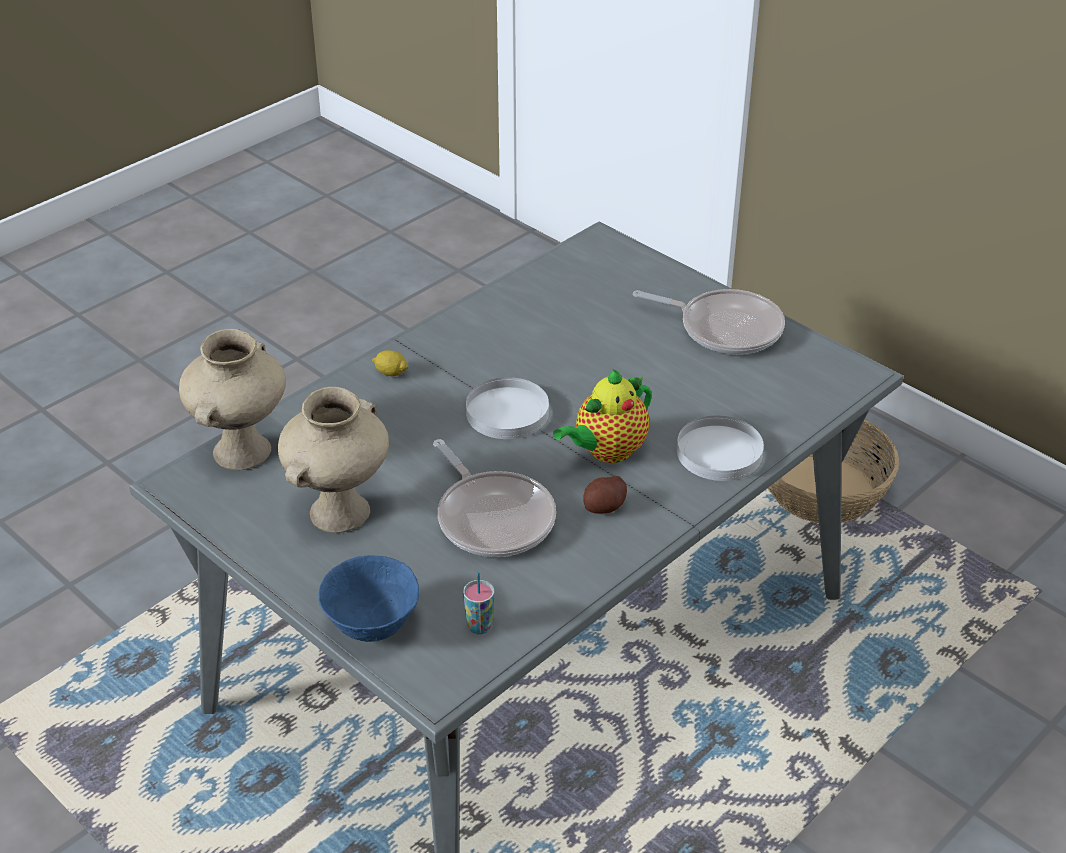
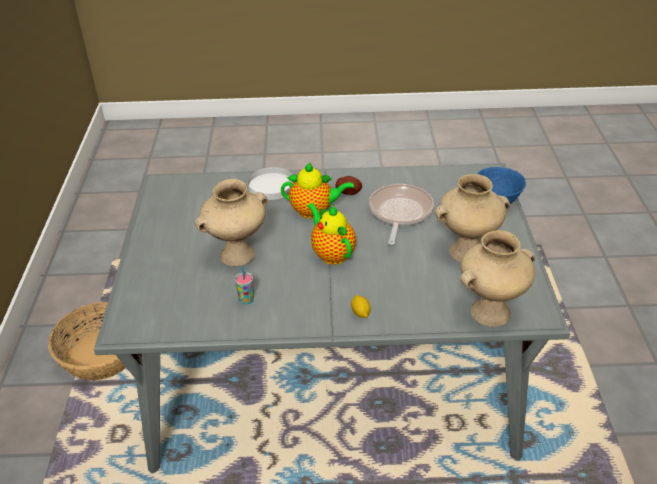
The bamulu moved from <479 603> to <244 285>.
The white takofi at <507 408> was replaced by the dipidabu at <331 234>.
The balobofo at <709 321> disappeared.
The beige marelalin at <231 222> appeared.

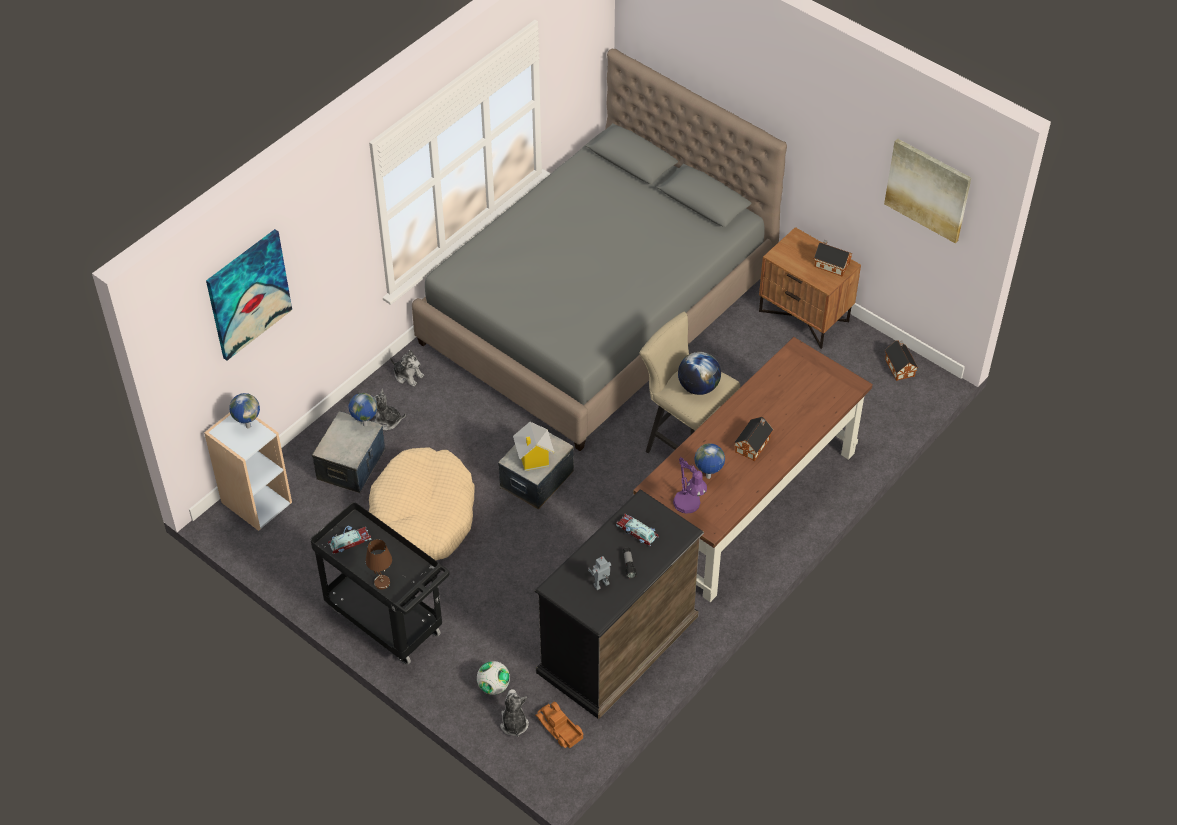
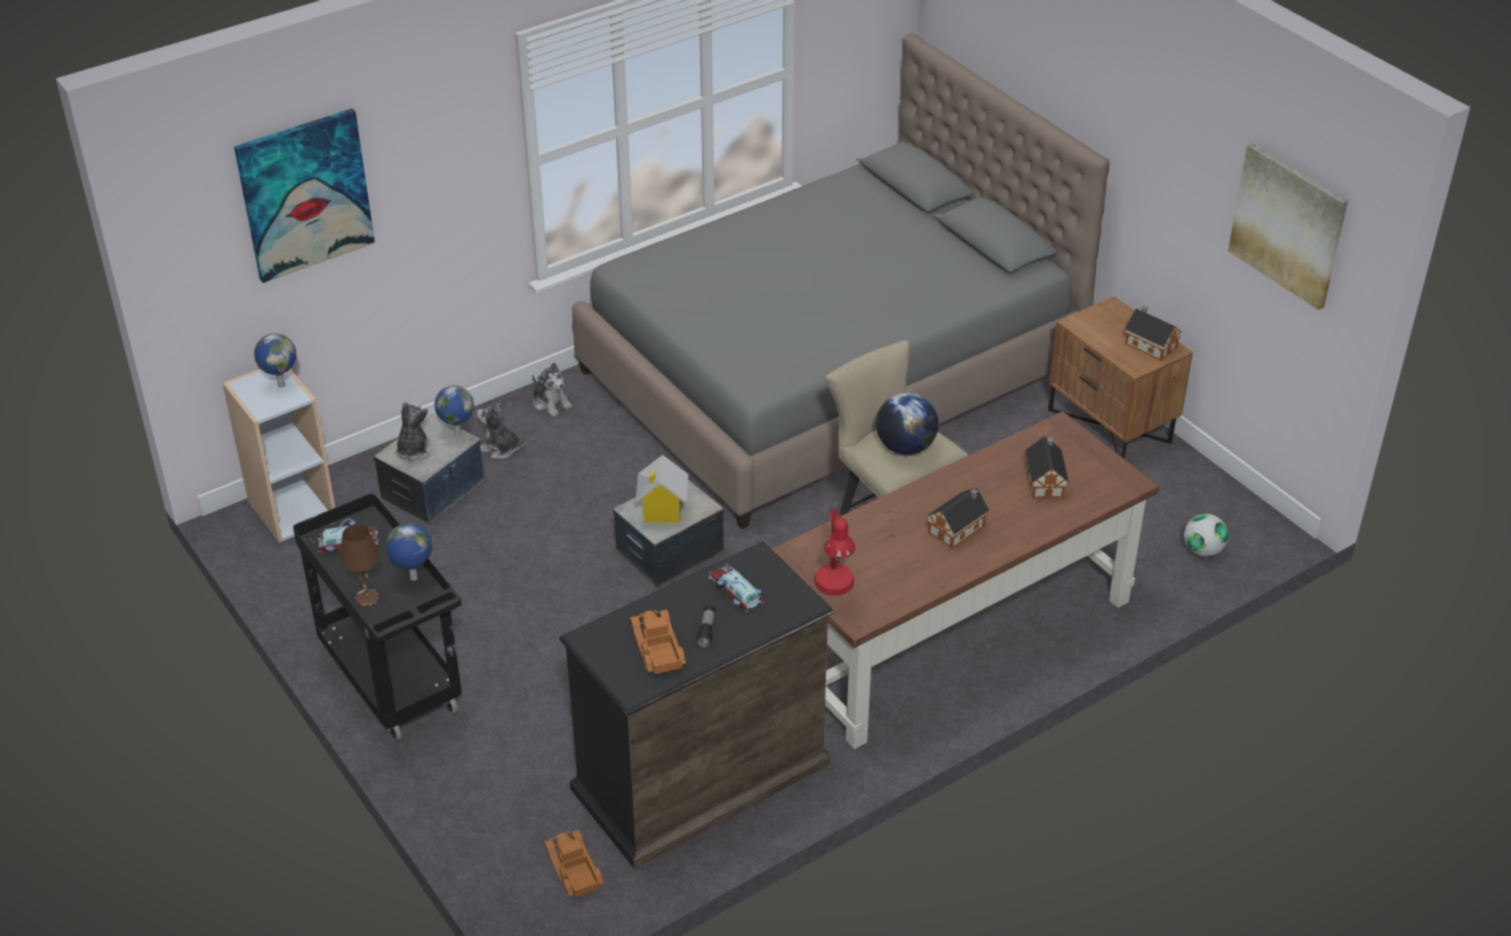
The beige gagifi at <422 503> disappeared.
The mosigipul moved from <493 678> to <1206 535>.
The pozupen moved from <514 713> to <413 431>.
The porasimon at <599 573> was replaced by the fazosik at <657 641>.
The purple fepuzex at <690 485> became the red fepuzex at <834 551>.
The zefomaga moved from <709 461> to <409 552>.
The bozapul moved from <901 360> to <1047 468>.

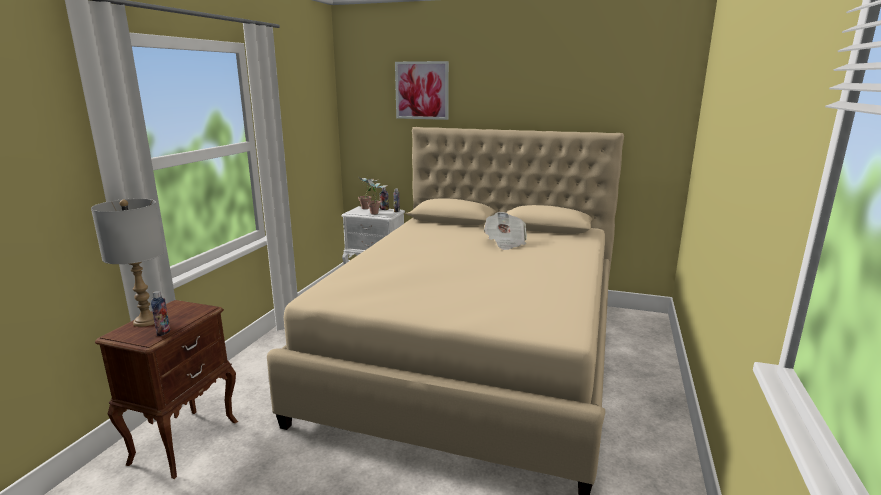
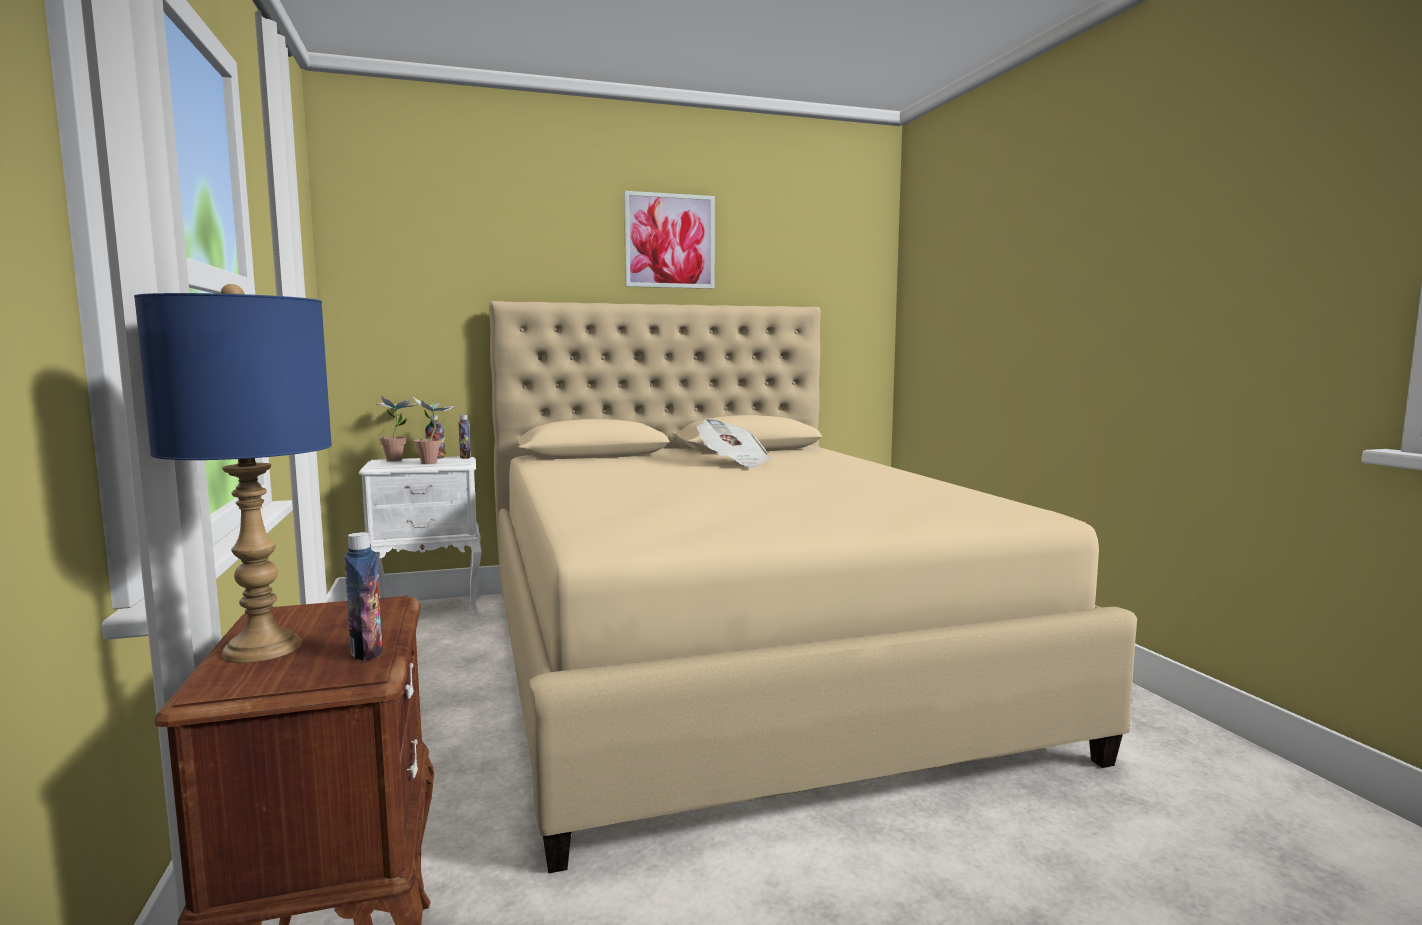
The grey fepuzex at <127 262> became the blue fepuzex at <233 473>.
The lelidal moved from <422 90> to <669 240>.

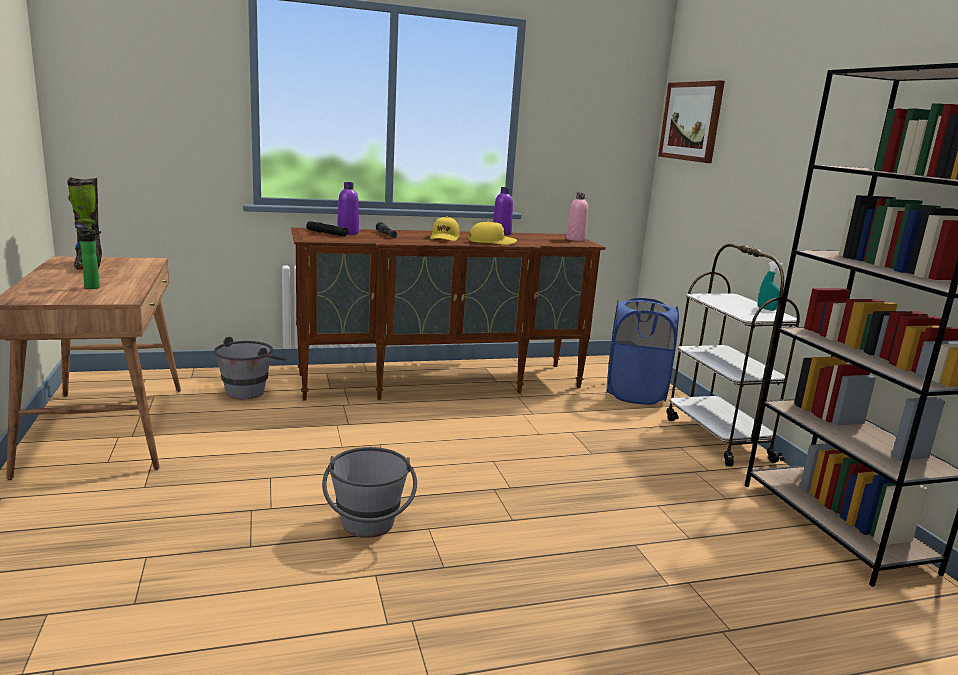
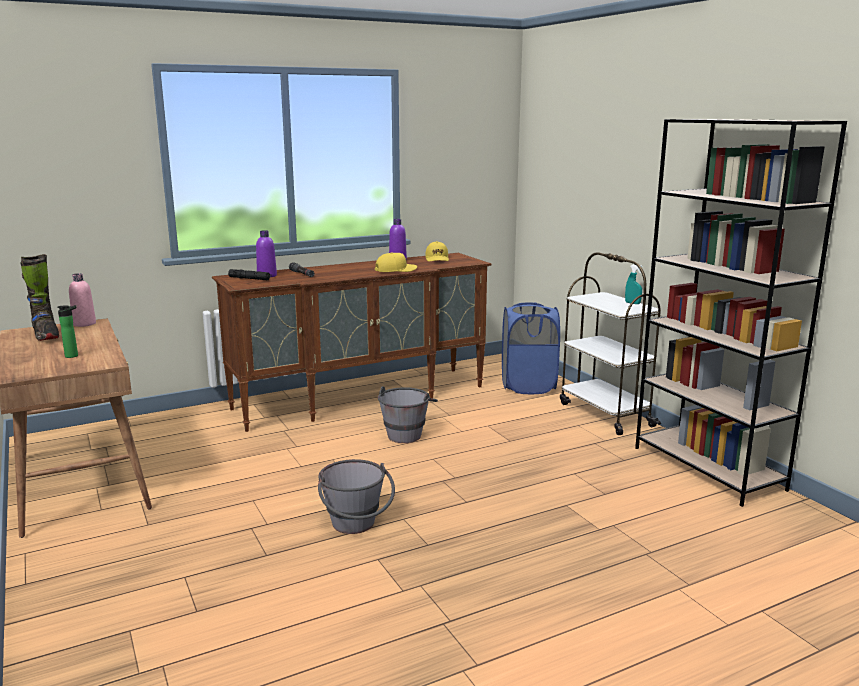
The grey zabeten moved from <250 368> to <408 415>.
The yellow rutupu moved from <445 228> to <437 251>.
The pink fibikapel moved from <577 217> to <82 300>.
The lelidal at <691 121> disappeared.

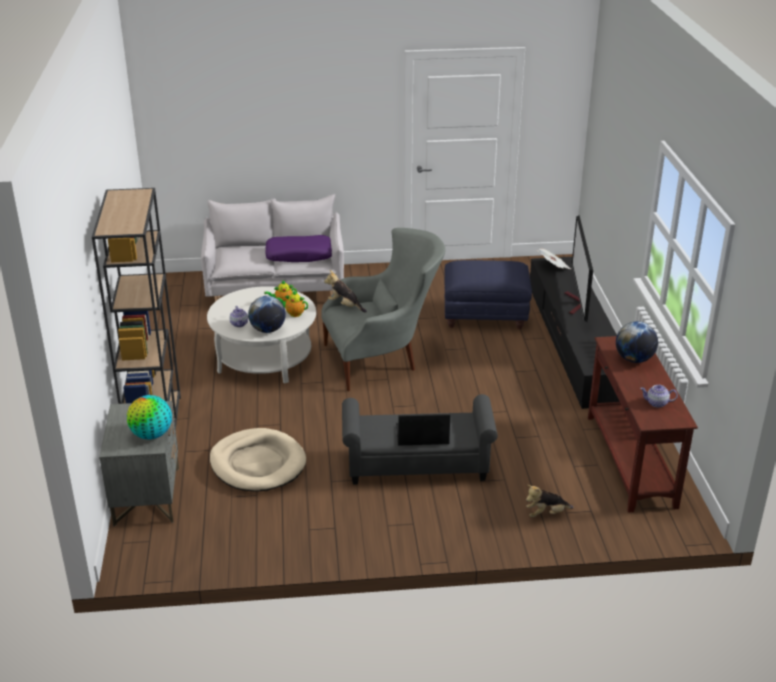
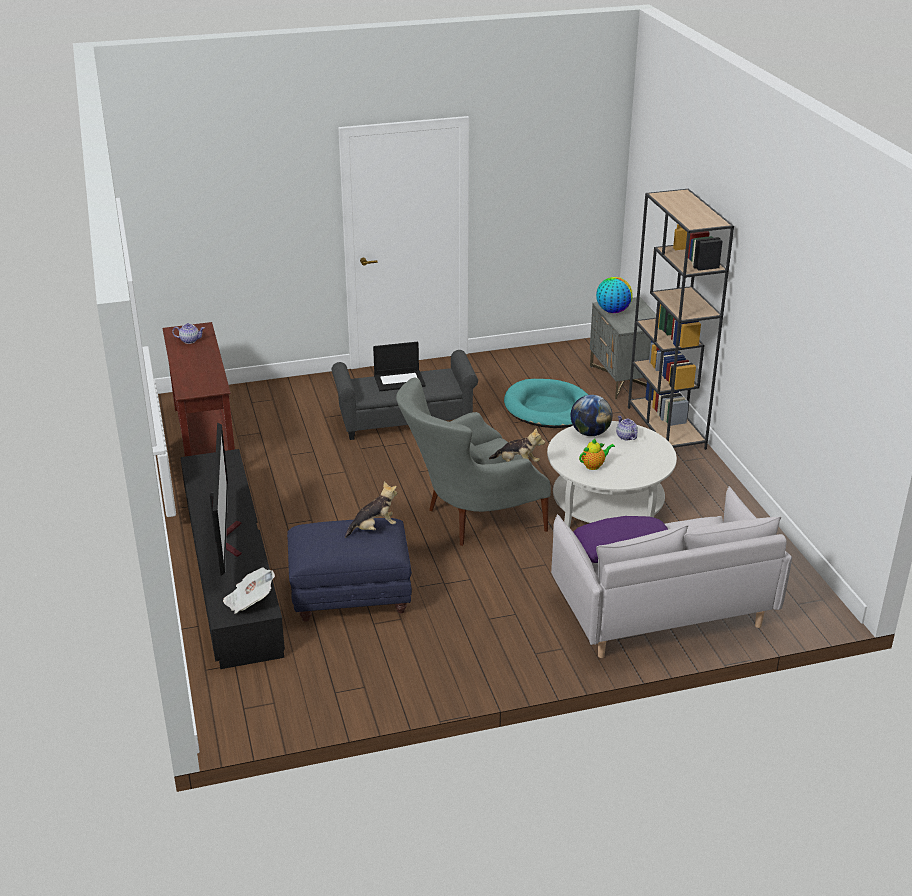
The beige gagifi at <258 460> became the turquoise gagifi at <546 403>.
The dipidabu at <292 304> disappeared.
The pozupen moved from <549 501> to <370 509>.
The zefomaga at <637 342> disappeared.

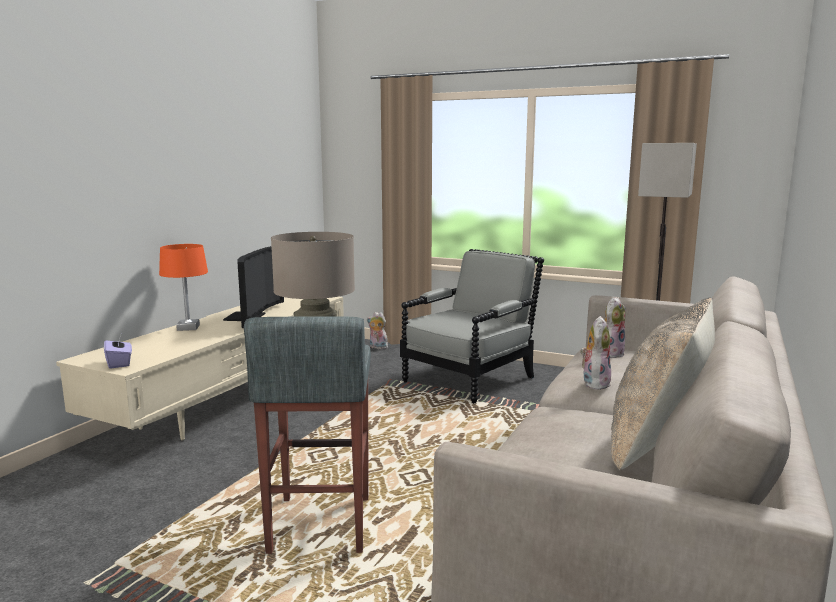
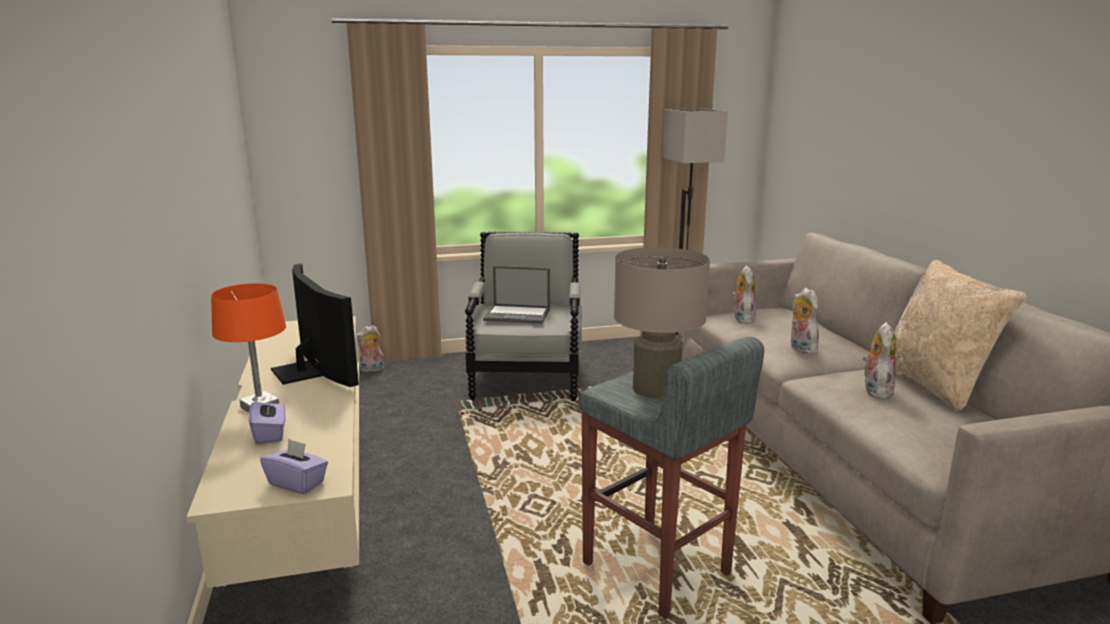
The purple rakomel at <267 420> appeared.
The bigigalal at <516 295> appeared.
The pozupen at <879 360> appeared.

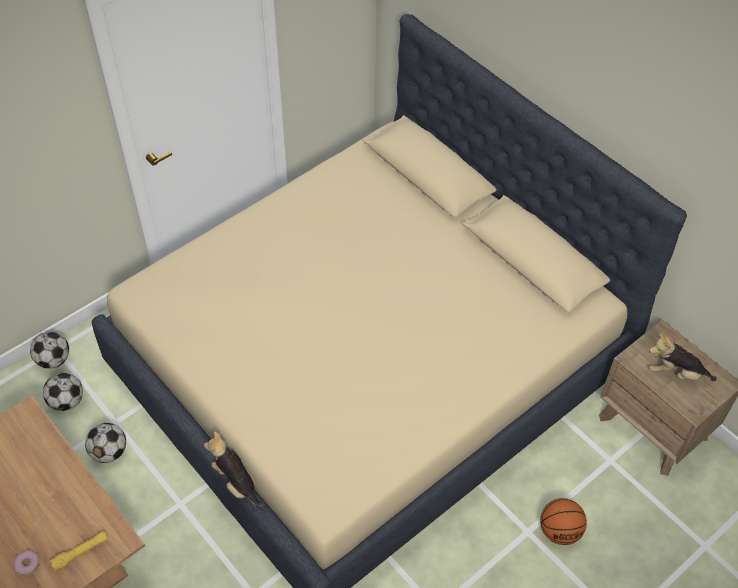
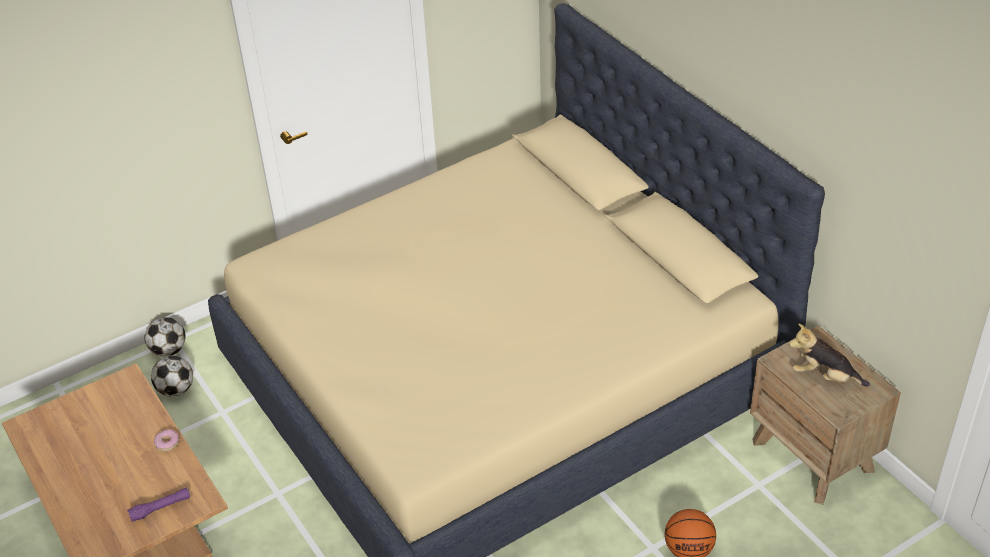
The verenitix moved from <26 563> to <166 440>.
The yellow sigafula at <78 551> became the purple sigafula at <158 505>.
The mosigipul at <105 443> disappeared.
The pozupen at <235 471> disappeared.

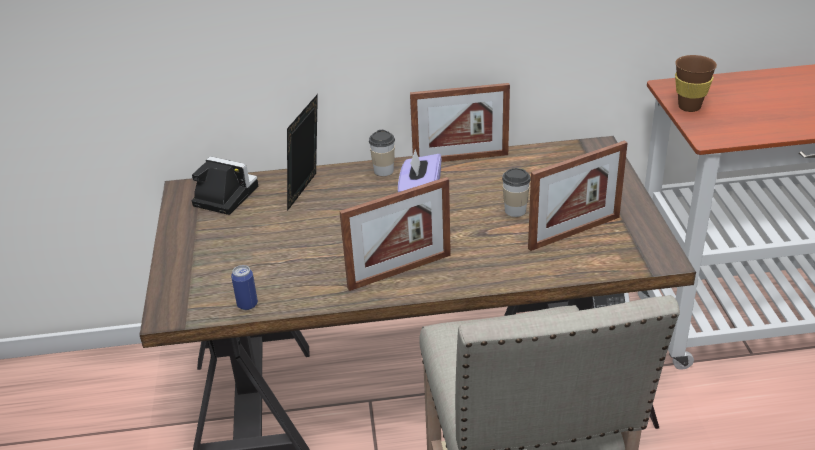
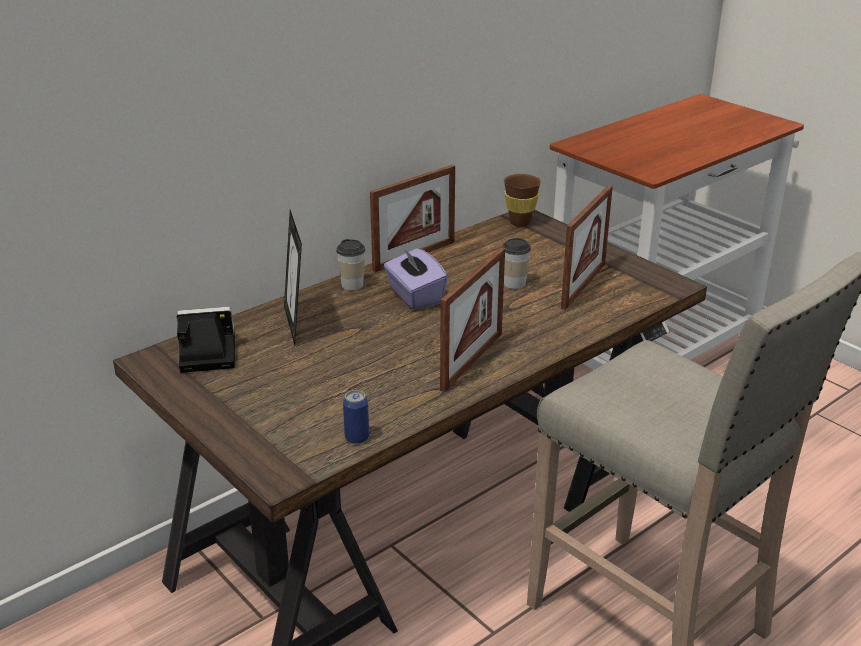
The brown bamulu moved from <696 83> to <522 200>.

